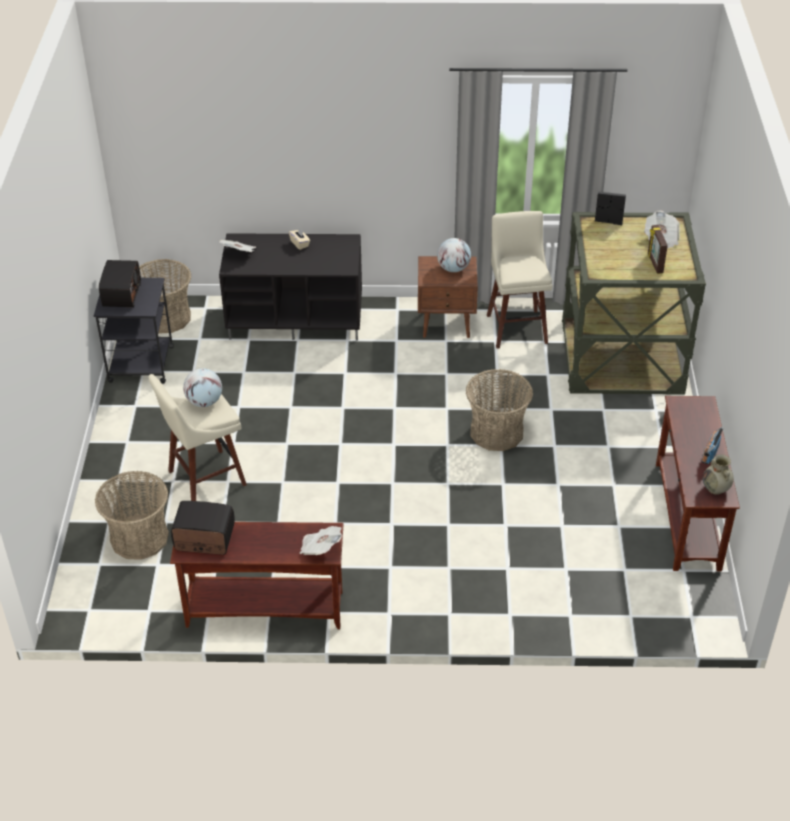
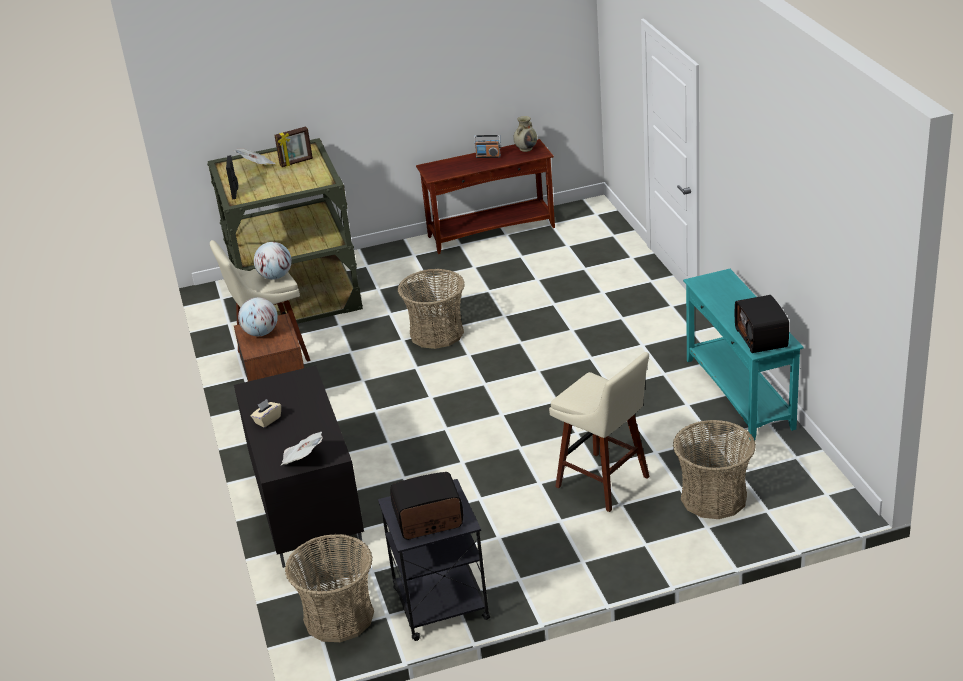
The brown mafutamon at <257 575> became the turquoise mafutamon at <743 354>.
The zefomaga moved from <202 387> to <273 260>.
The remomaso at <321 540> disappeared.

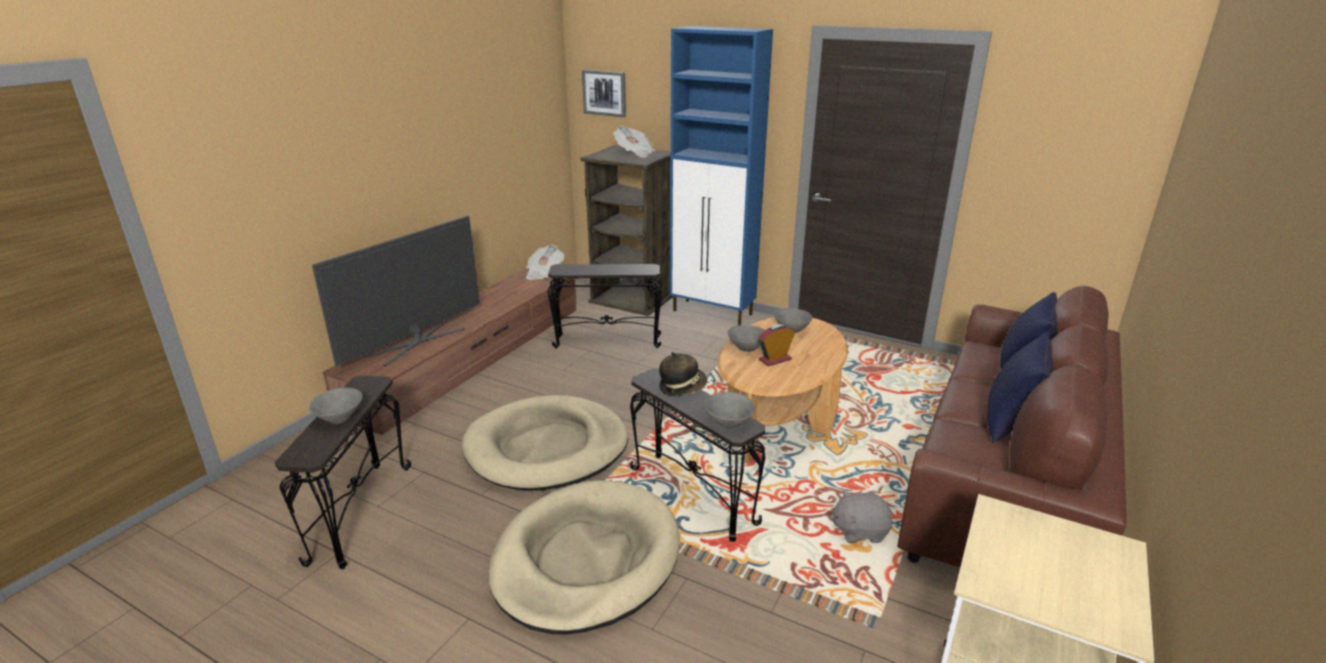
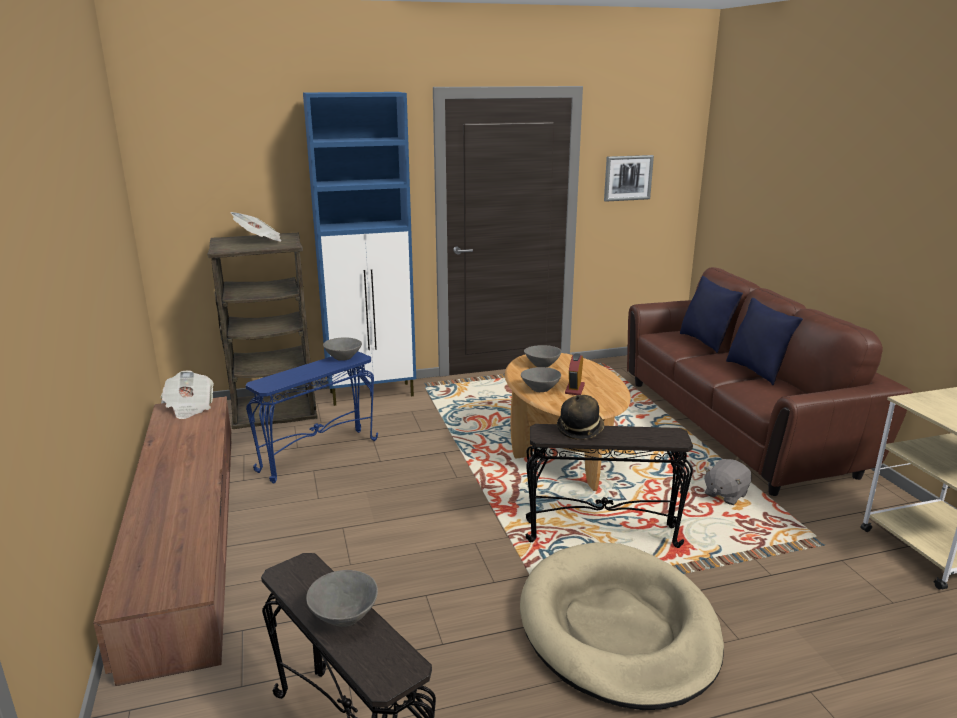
The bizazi at <396 291> disappeared.
The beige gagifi at <545 443> disappeared.
The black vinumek at <605 306> became the blue vinumek at <312 418>.
The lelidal moved from <604 93> to <629 178>.
The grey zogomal moved from <730 410> to <342 349>.

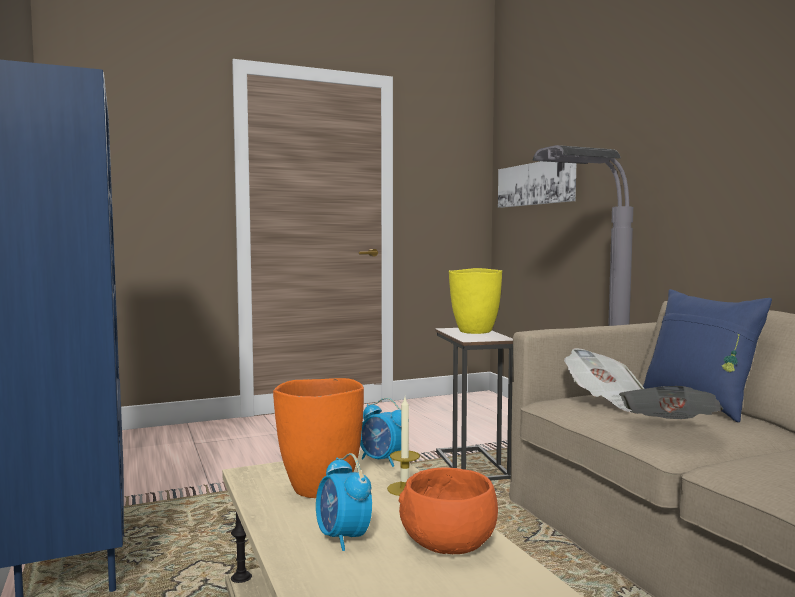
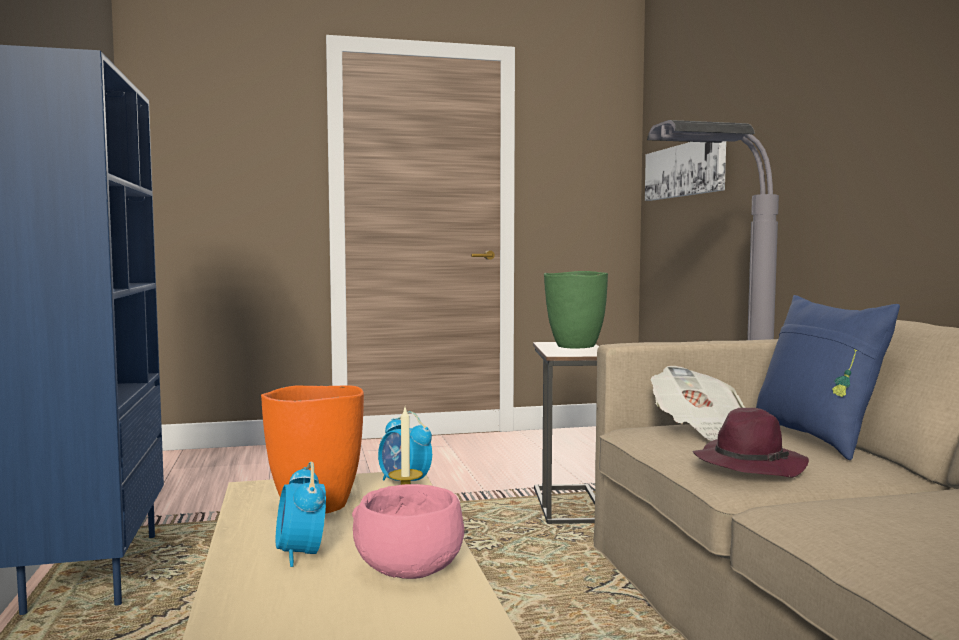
The orange zogomal at <448 510> became the pink zogomal at <408 531>.
The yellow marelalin at <475 301> became the green marelalin at <576 309>.
The remomaso at <671 402> was replaced by the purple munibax at <750 443>.

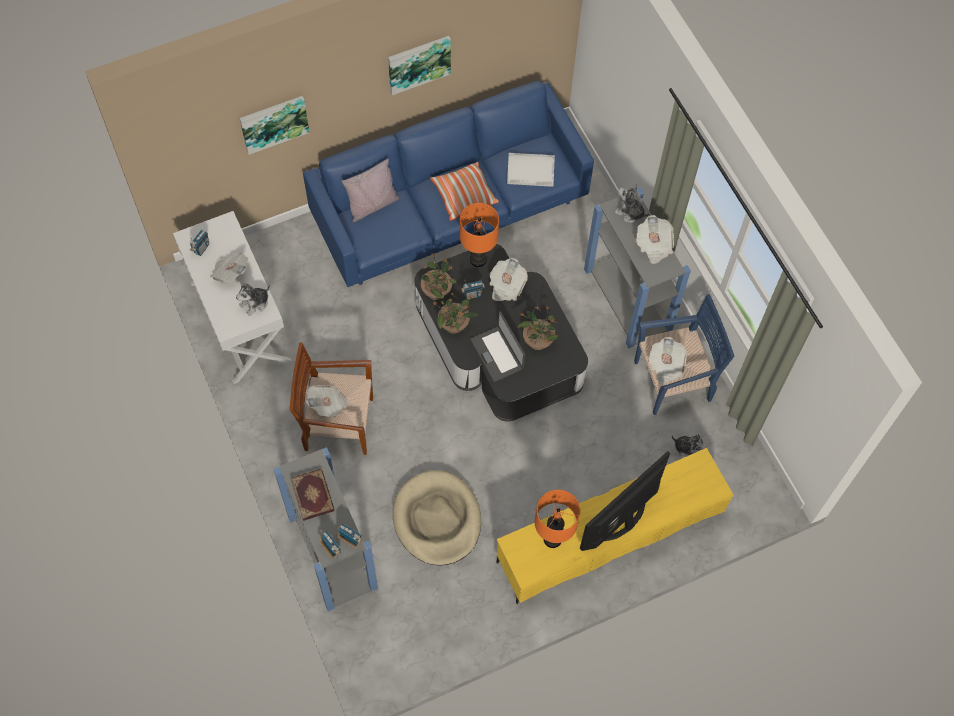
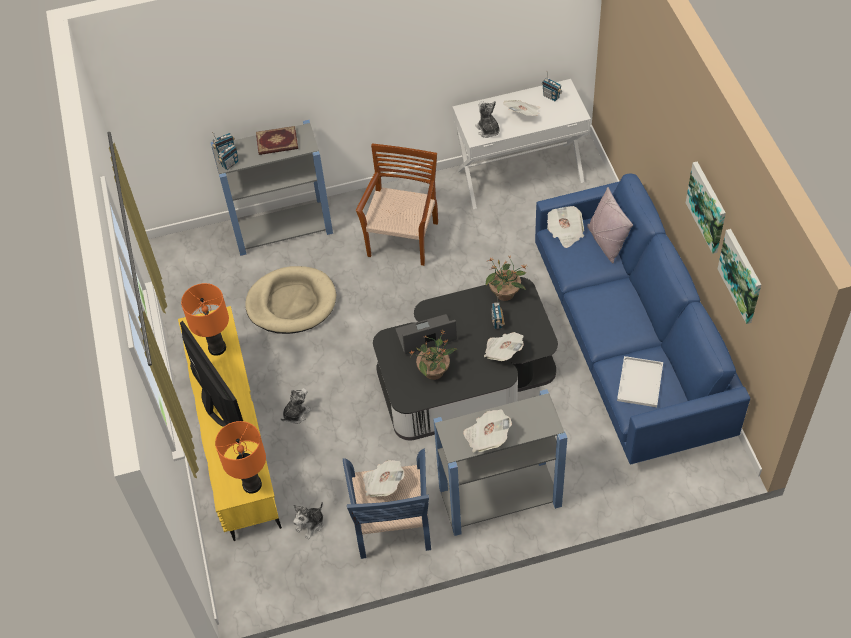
The lelidal moved from <274 125> to <739 276>.
The remomaso moved from <328 401> to <565 227>.
The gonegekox at <464 191> disappeared.
The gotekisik at <455 313> disappeared.
The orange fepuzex moved from <479 235> to <240 457>.
The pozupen moved from <632 203> to <296 406>.

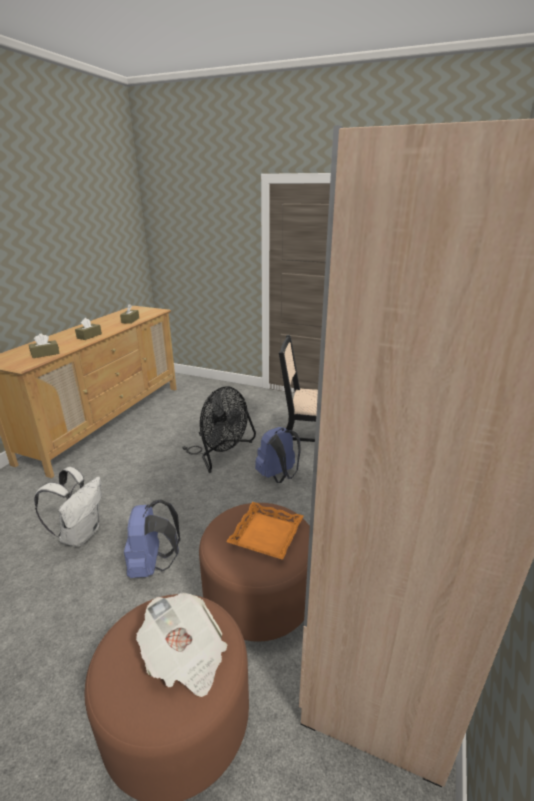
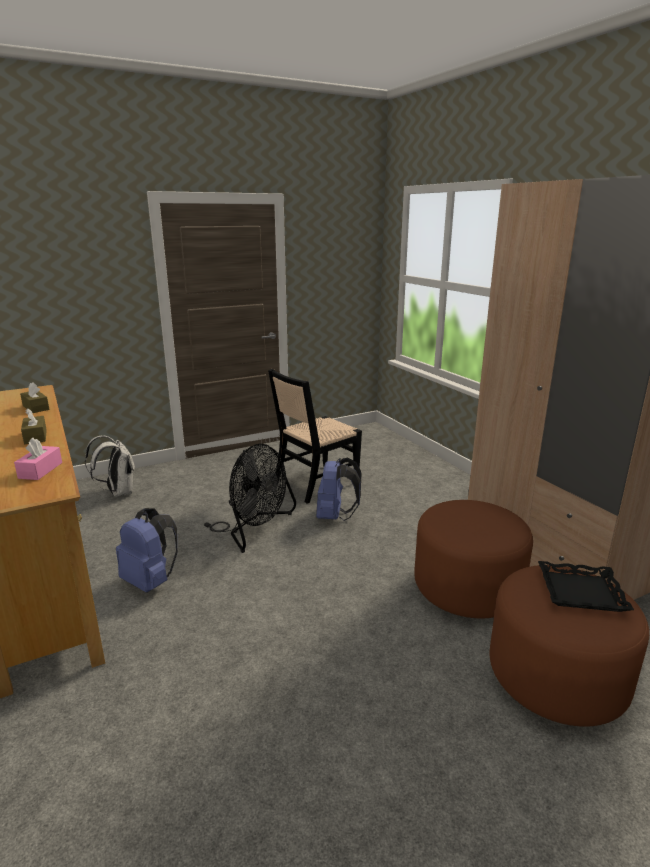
The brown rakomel at <44 346> became the pink rakomel at <38 459>.
The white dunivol moved from <68 507> to <110 466>.
The blue dunivol moved from <152 539> to <147 550>.
The remomaso at <182 645> was replaced by the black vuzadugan at <586 586>.
The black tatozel at <219 429> turned 45 degrees clockwise.
The orange vuzadugan at <265 531> disappeared.

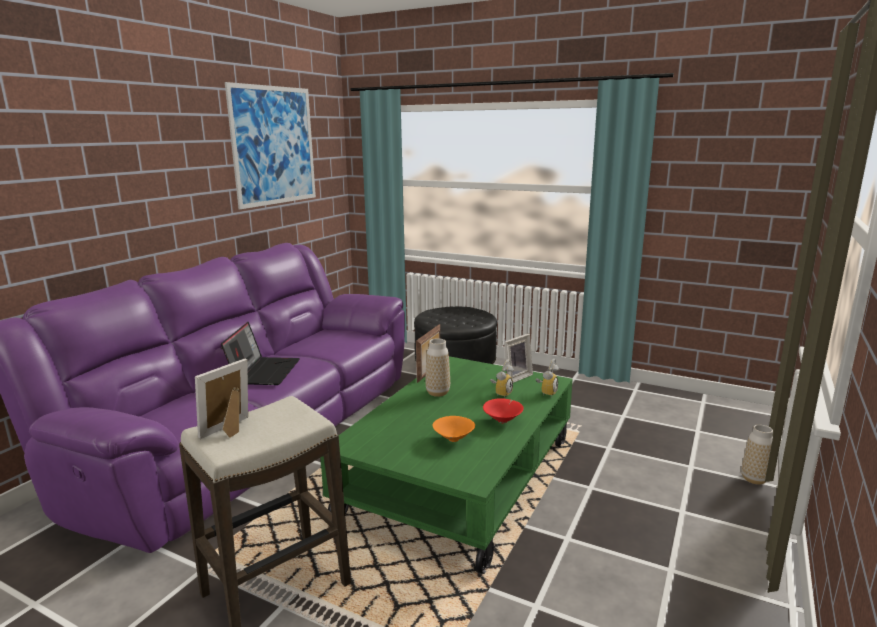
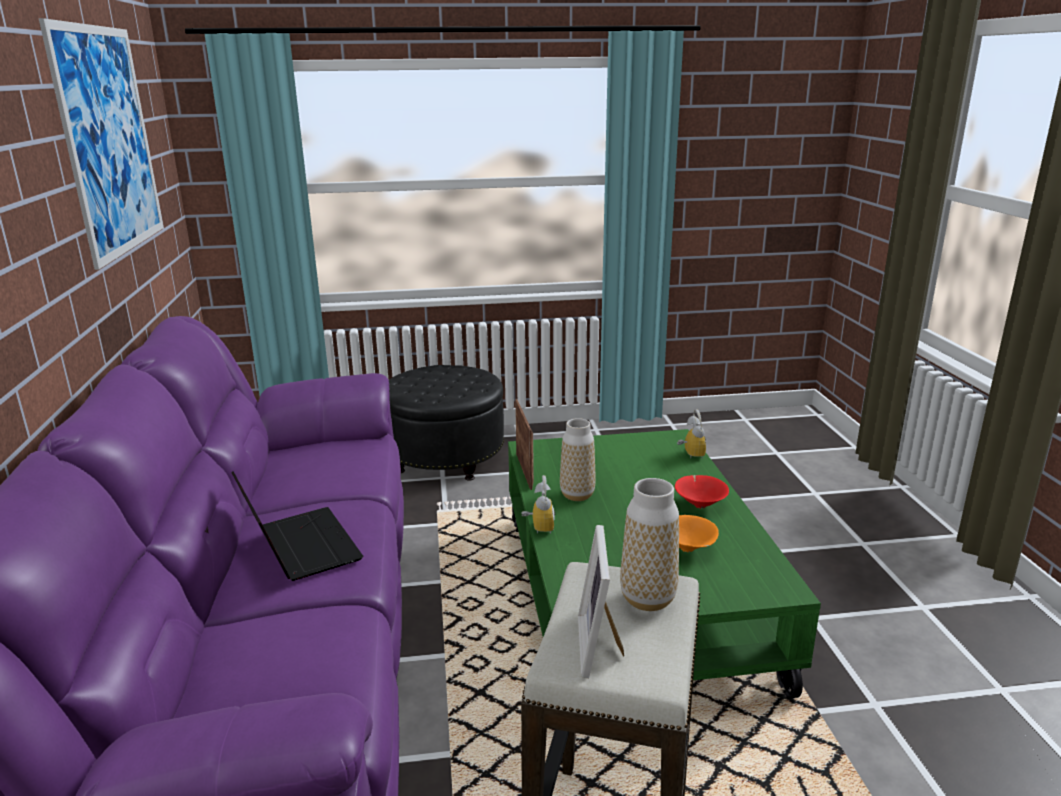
The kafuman moved from <502 378> to <538 504>.
The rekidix at <518 358> disappeared.
The marelalin moved from <757 455> to <649 544>.

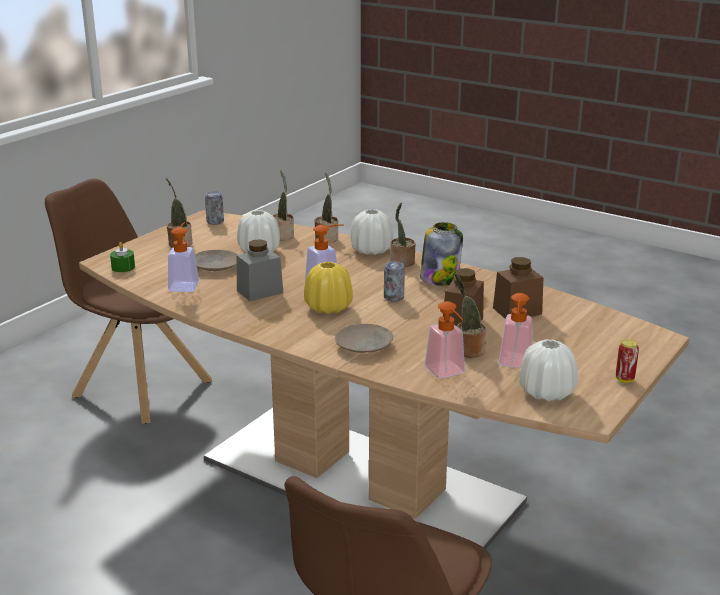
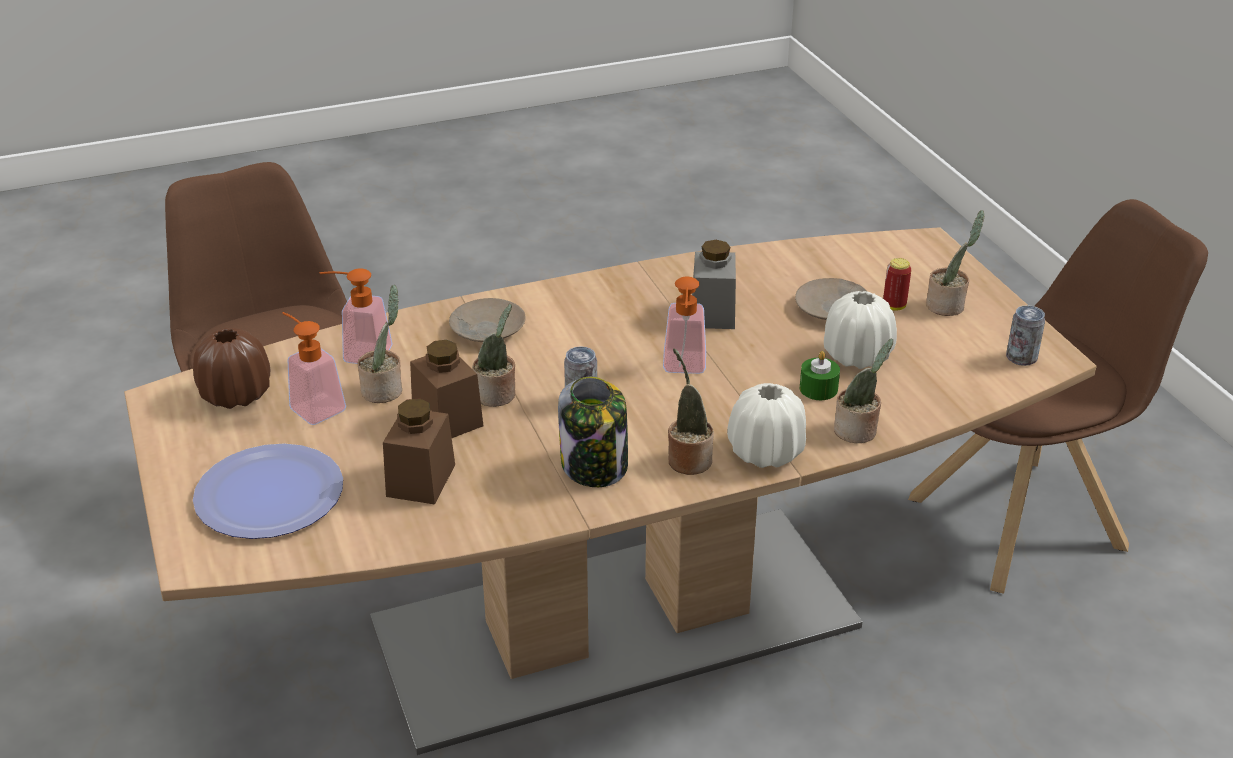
The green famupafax moved from <122 257> to <820 375>.
The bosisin at <183 257> disappeared.
The gotekisik moved from <283 205> to <493 355>.
The yellow marelalin at <328 288> disappeared.
The white marelalin at <548 370> became the brown marelalin at <231 368>.
The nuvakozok moved from <627 361> to <897 284>.
The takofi at <268 491> appeared.

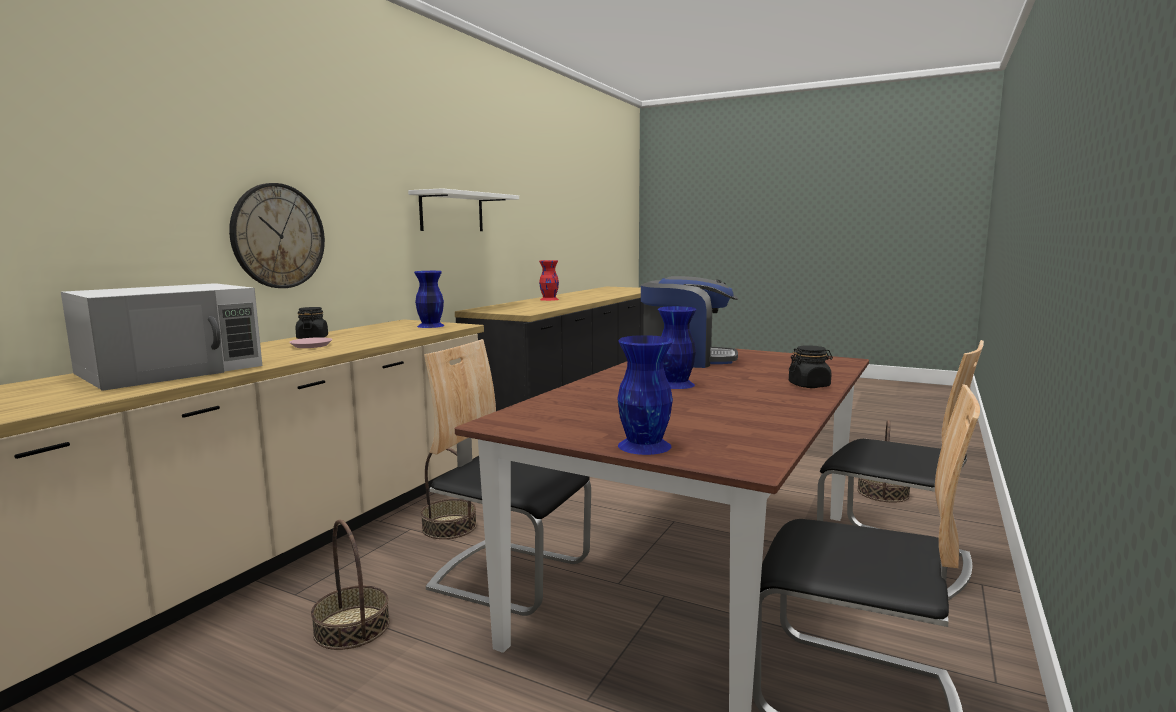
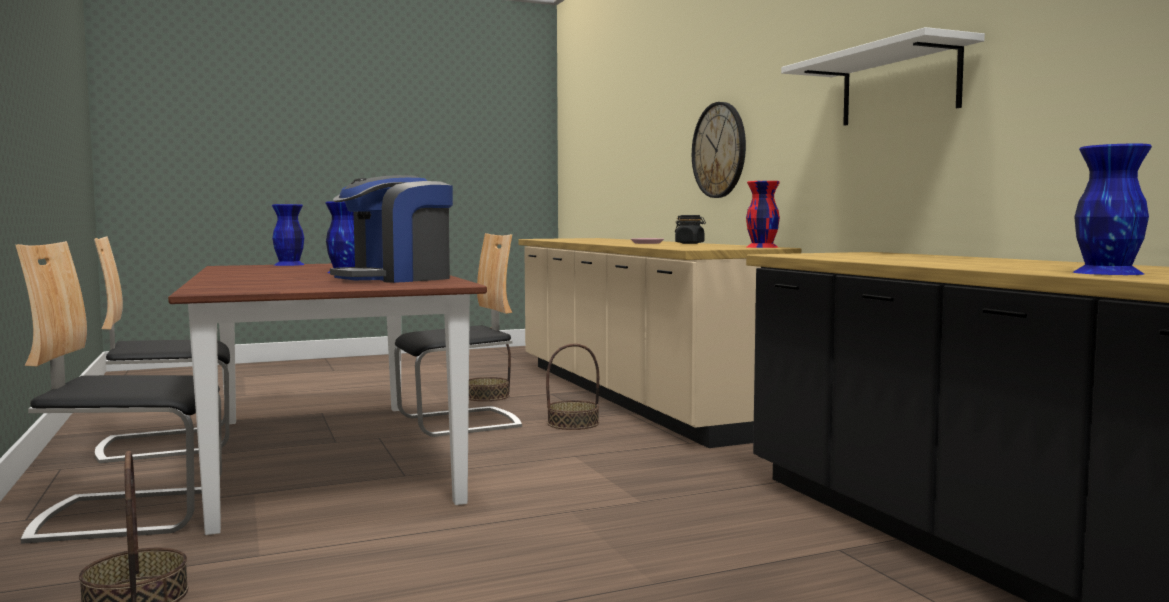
The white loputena at <161 337> disappeared.
The blue marelalin moved from <429 299> to <1112 209>.
The red marelalin moved from <549 280> to <763 214>.
The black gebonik at <811 366> disappeared.

